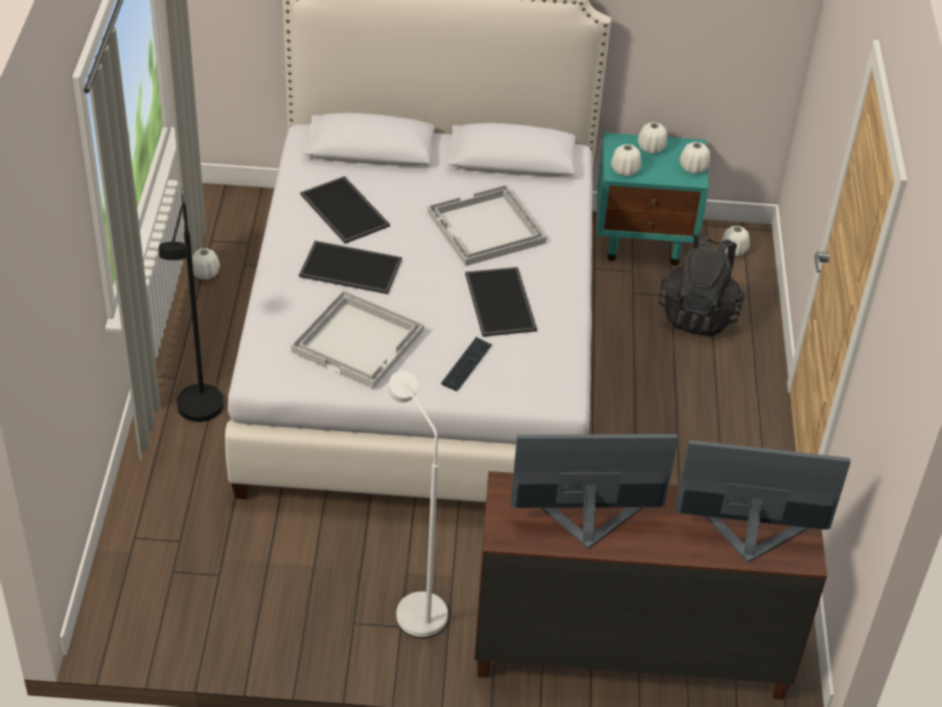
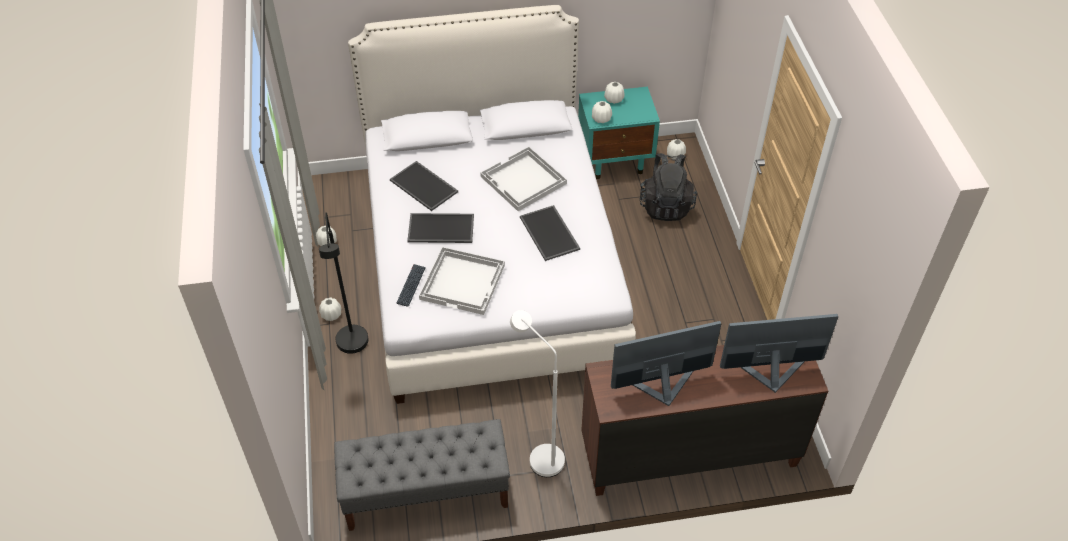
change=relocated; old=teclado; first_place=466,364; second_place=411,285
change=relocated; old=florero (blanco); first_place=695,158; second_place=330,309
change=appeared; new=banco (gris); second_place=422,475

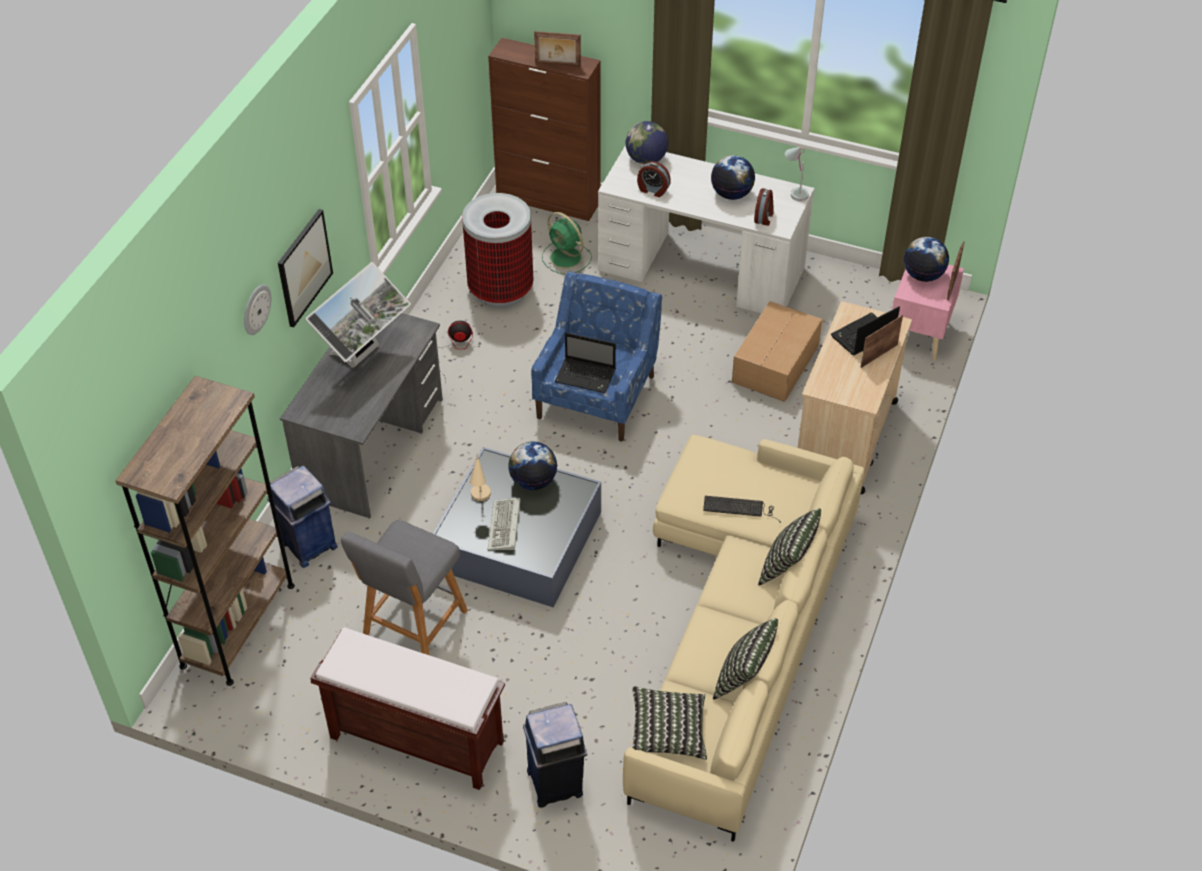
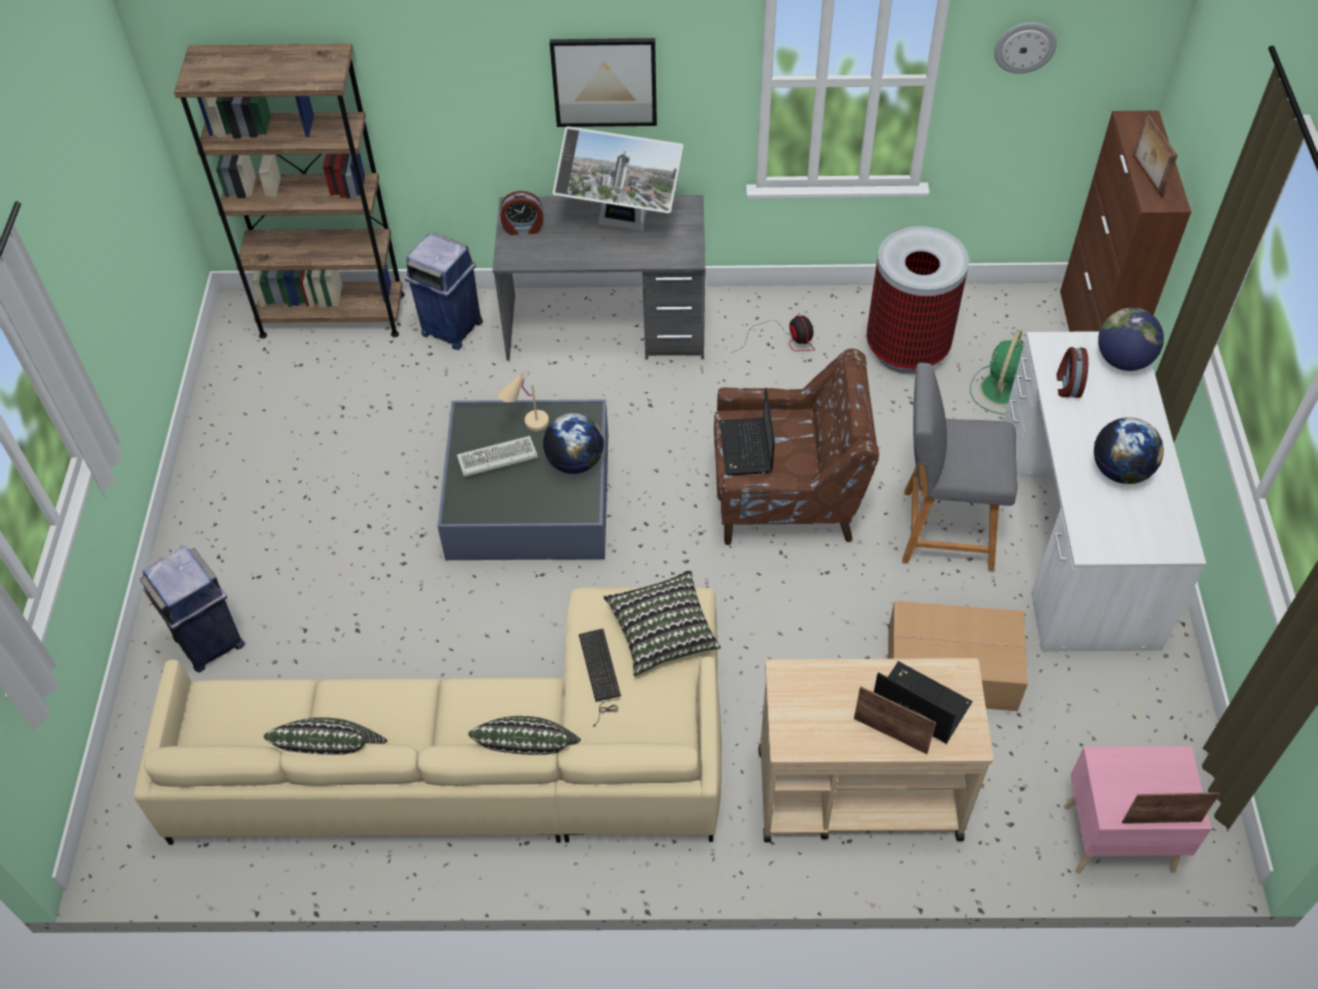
change=relocated; old=reloj de pared; first_place=257,309; second_place=1025,48
change=missing; old=banco (marrón); first_place=407,708
change=relocated; old=taburete (gris); first_place=404,587; second_place=960,467
change=colour; old=sillón (azul); new=sillón (marrón); first_place=596,356; second_place=796,446
change=relocated; old=cojín; first_place=669,723; second_place=662,623
change=relocated; old=despertador; first_place=764,207; second_place=521,213
change=missing; old=lámpara de mesa (blanco); first_place=797,174
change=missing; old=globo terráqueo; first_place=926,259

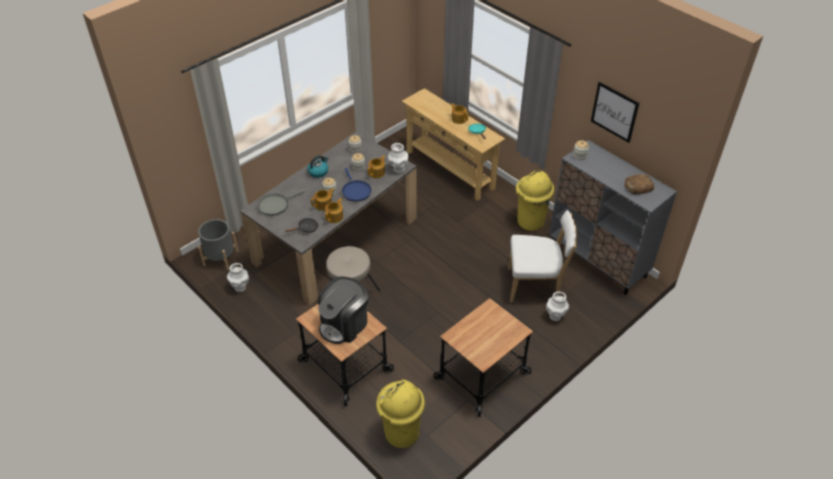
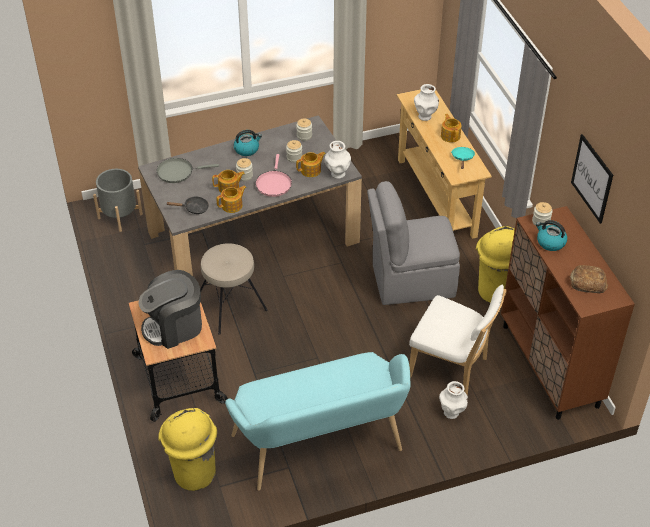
change=relocated; old=florero (blanco); first_place=238,277; second_place=426,102
change=colour; old=sartén (azul); new=sartén (rosa); first_place=356,184; second_place=274,175
change=exchanged; old=carrito; new=banco (turquesa); first_place=483,357; second_place=317,421
change=colour; old=armario (gris); new=armario (marrón); first_place=613,217; second_place=568,313
change=appeared; new=silla (gris); second_place=413,243
change=appeared; new=hervidor; second_place=551,235

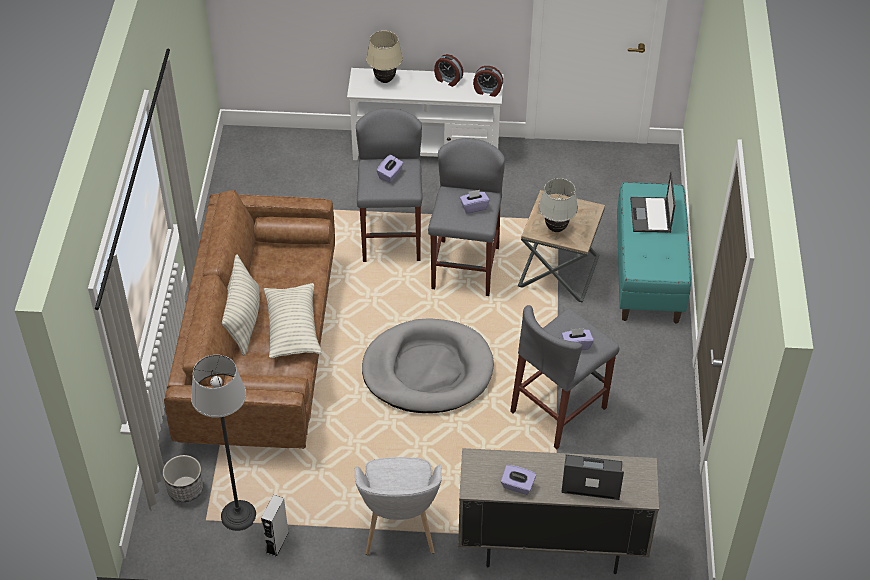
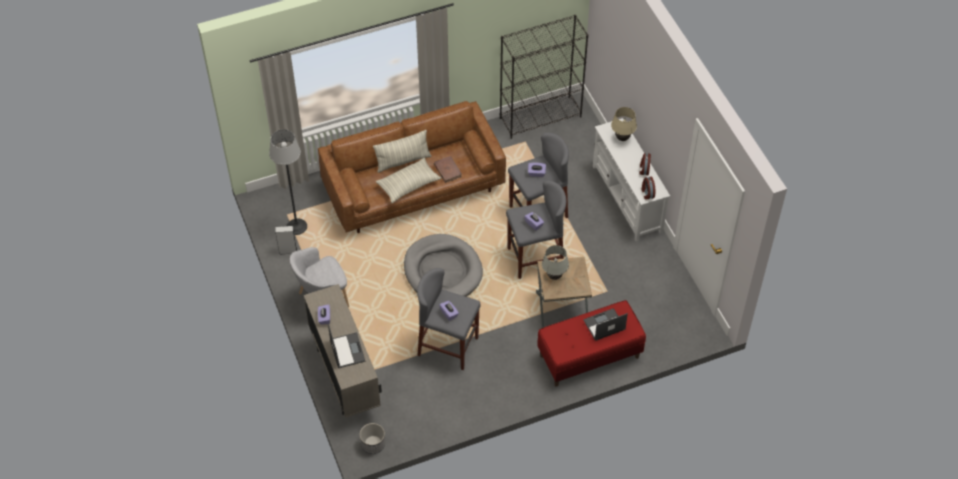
change=relocated; old=maceta; first_place=183,478; second_place=372,438
change=colour; old=banco (turquesa); new=banco (rojo); first_place=654,252; second_place=591,343
change=appeared; new=libro (marrón); second_place=448,169
change=appeared; new=estantería (negro); second_place=544,77

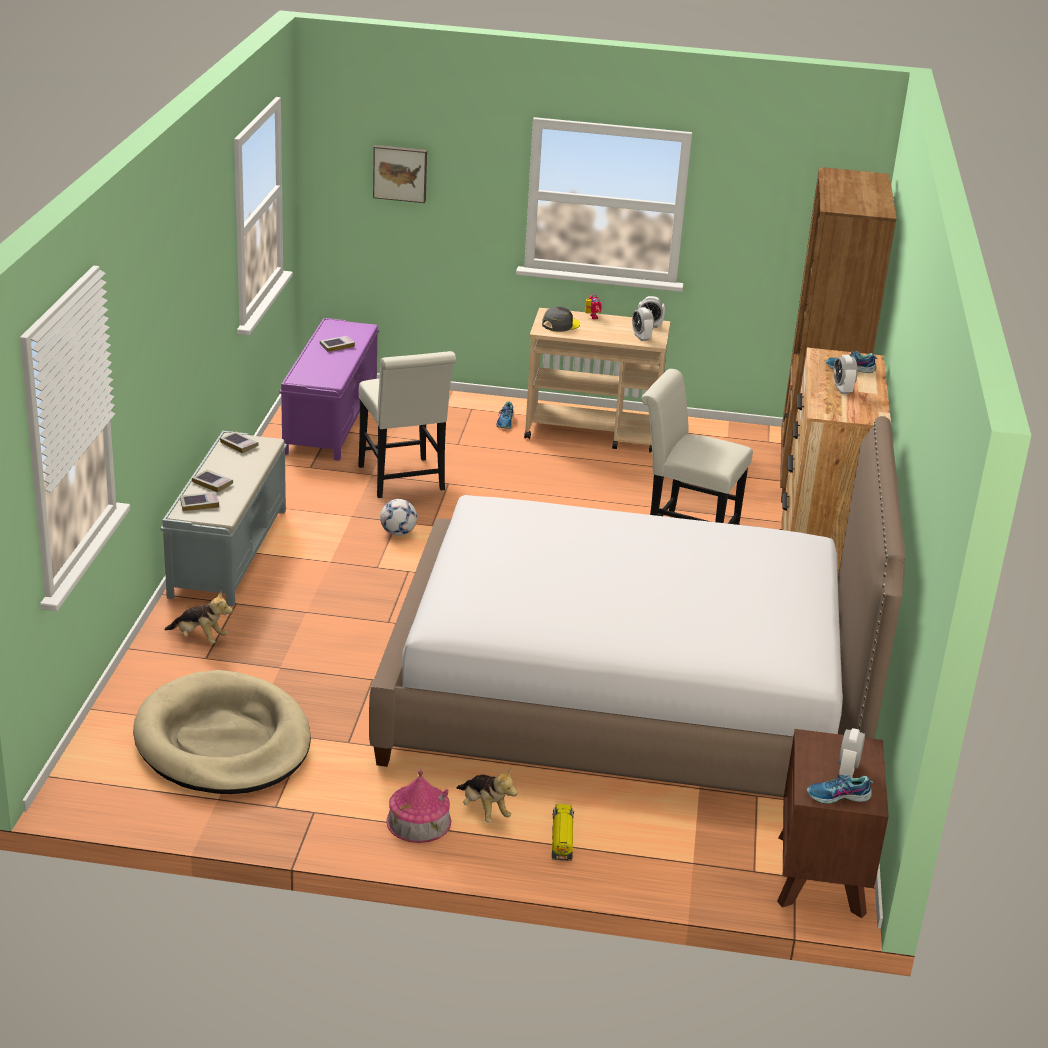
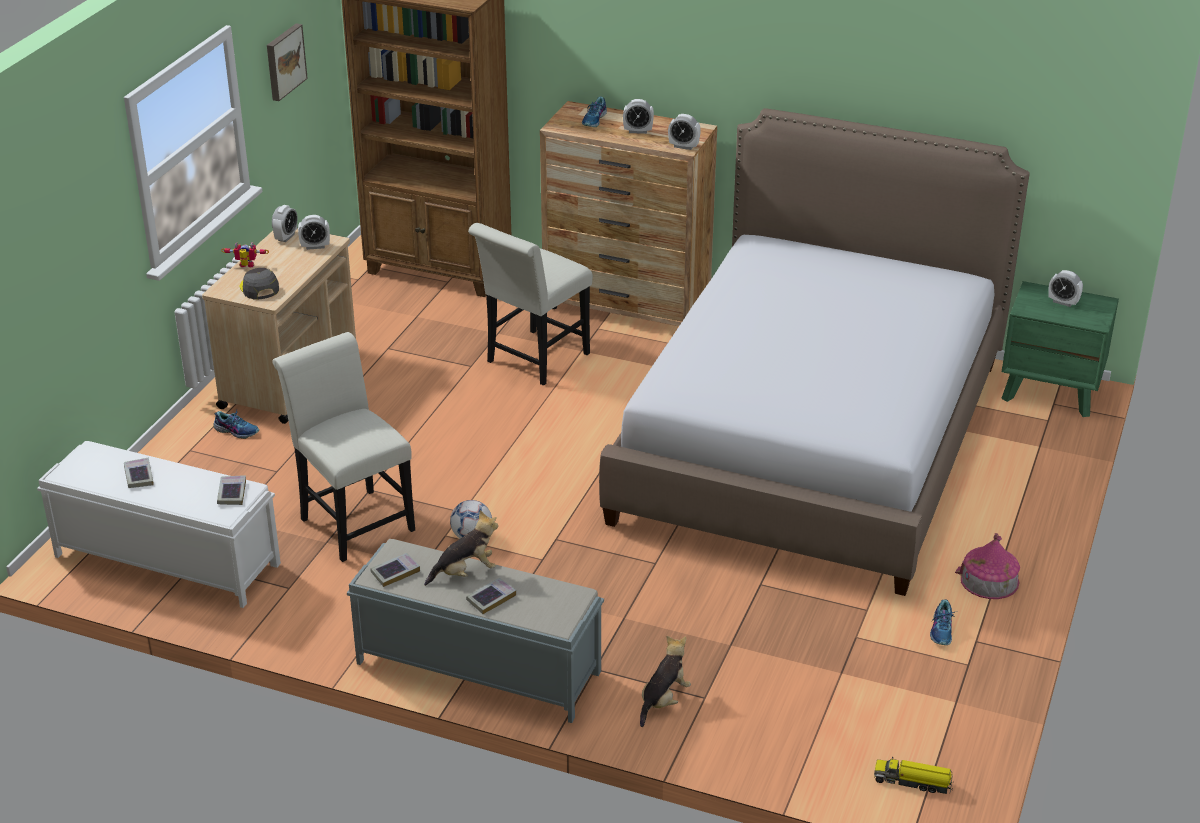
change=missing; old=cama para perro (beis); first_place=222,732
change=relocated; old=libro; first_place=199,501; second_place=231,490
change=colour; old=banco (morado); new=banco (blanco); first_place=329,389; second_place=159,524
change=spun; old=silla (blanco); first_place=407,424; second_place=343,447; degrees=-120
change=relocated; old=cuadro; first_place=400,174; second_place=287,62
change=relocated; old=peluche; first_place=486,795; second_place=461,548
change=relocated; old=camión de juguete; first_place=563,832; second_place=914,776
change=colour; old=mesita de noche (marrón); new=mesita de noche (verde); first_place=833,823; second_place=1060,349
change=relocated; old=zapato; first_place=840,789; second_place=942,622
change=appeared; new=despertador; second_place=684,132

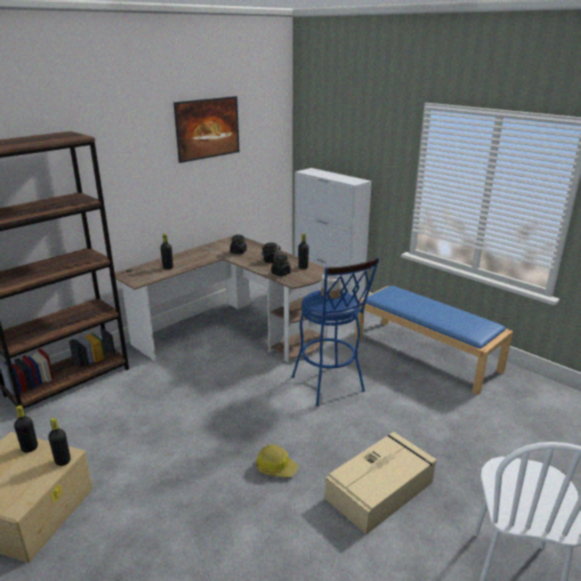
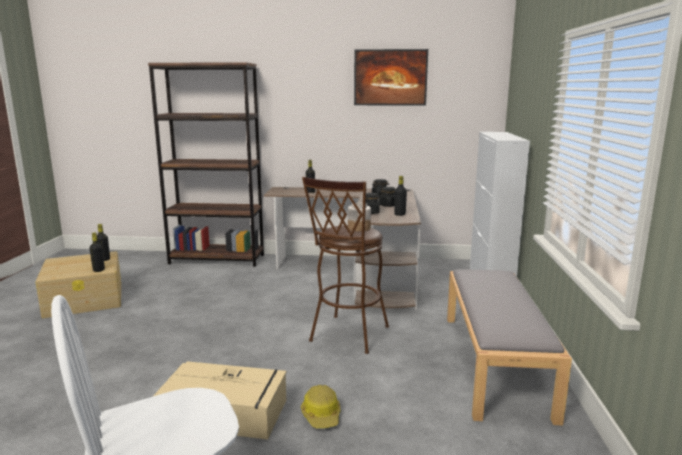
change=relocated; old=casco; first_place=277,461; second_place=320,406
change=colour; old=taburete (azul); new=taburete (marrón); first_place=335,331; second_place=345,265
change=colour; old=banco (azul); new=banco (gris); first_place=434,340; second_place=509,347

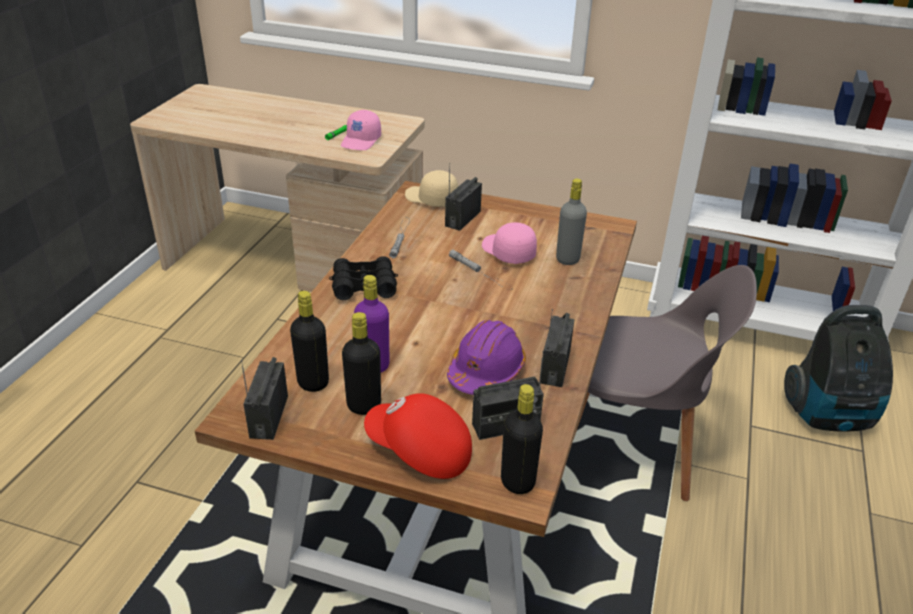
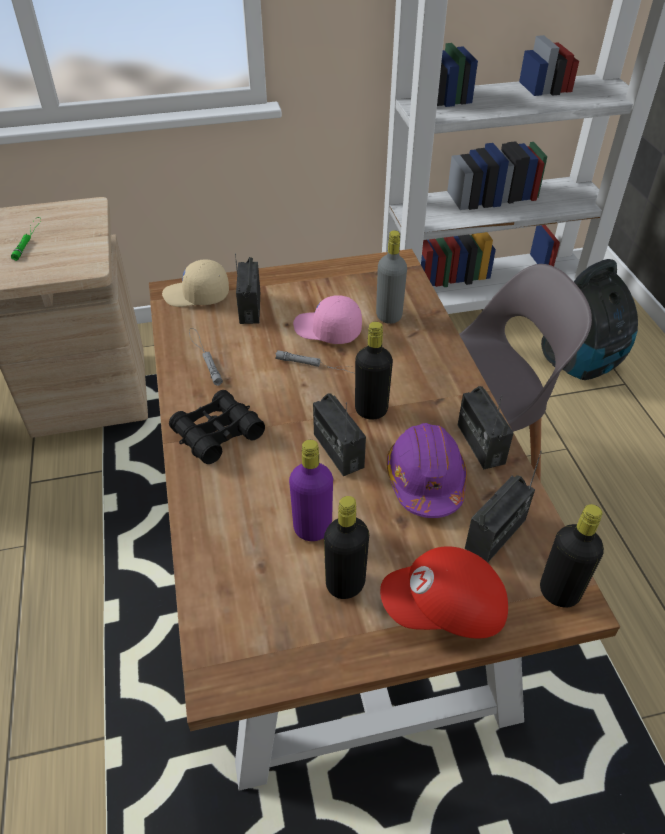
change=relocated; old=radio; first_place=264,398; second_place=339,434
change=relocated; old=botella (negro); first_place=309,341; second_place=374,371
change=missing; old=gorra (rosa); first_place=361,130

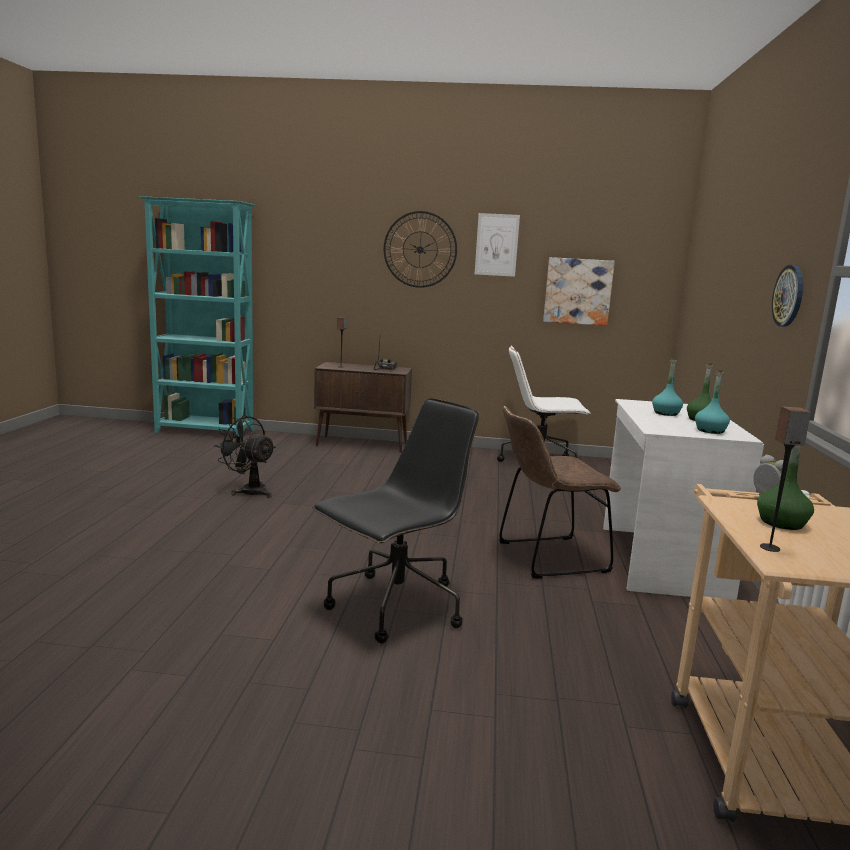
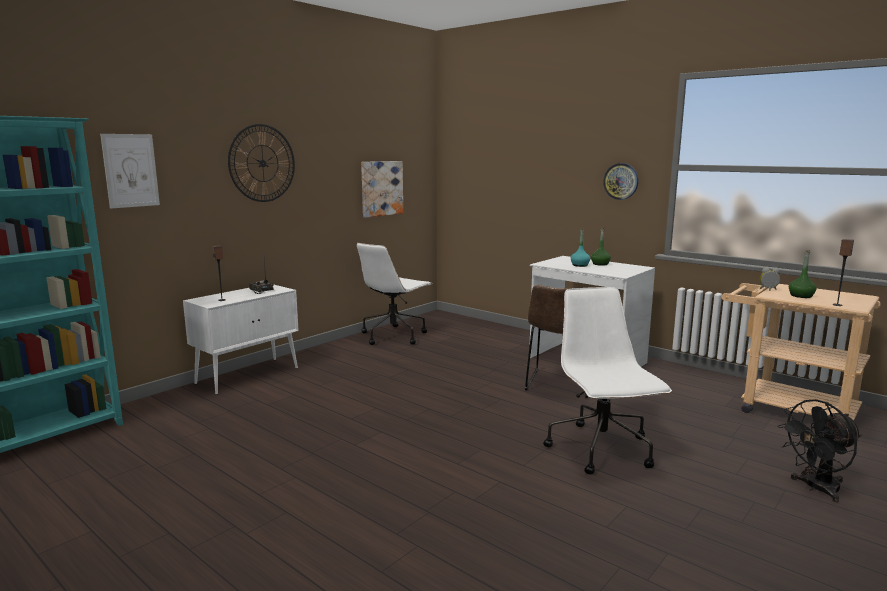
change=relocated; old=ventilador (negro); first_place=245,456; second_place=819,450
change=colour; old=silla de oficina (negro); new=silla de oficina (blanco); first_place=395,521; second_place=607,381
change=colour; old=armario (marrón); new=armario (blanco); first_place=363,407; second_place=241,339
change=relocated; old=cuadro; first_place=497,245; second_place=130,171
change=missing; old=botella (turquesa); first_place=712,402

